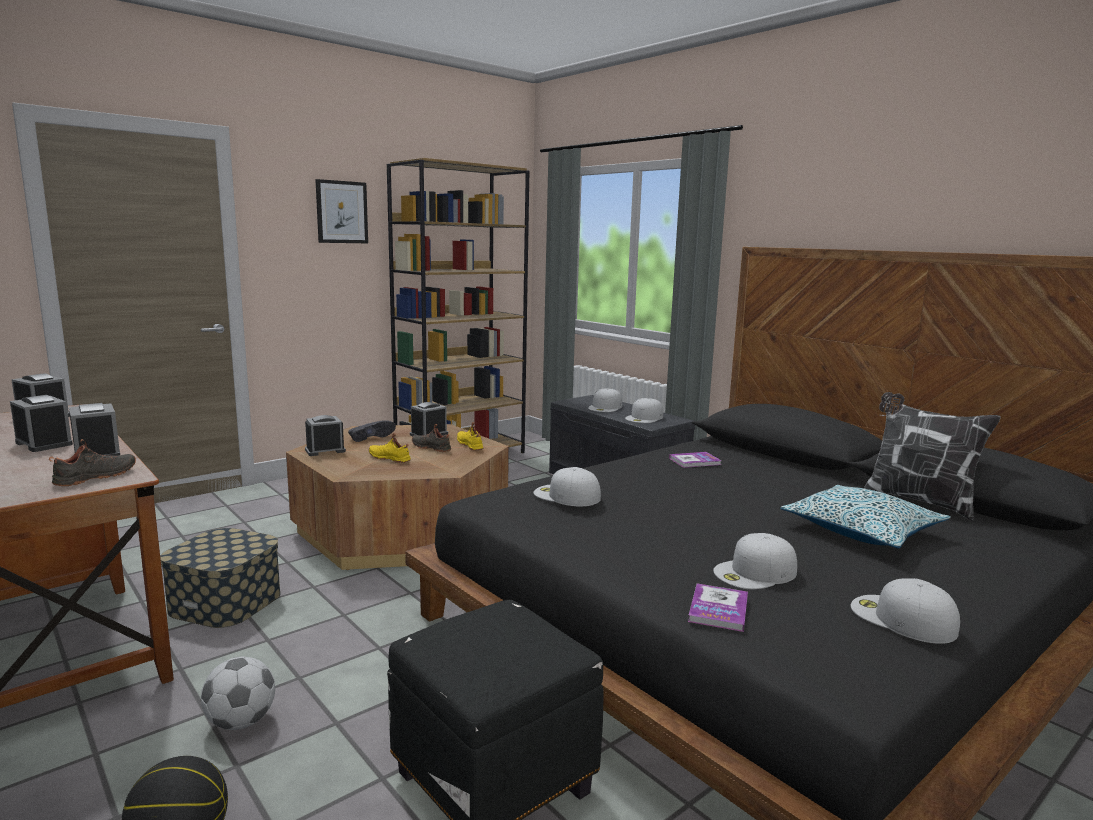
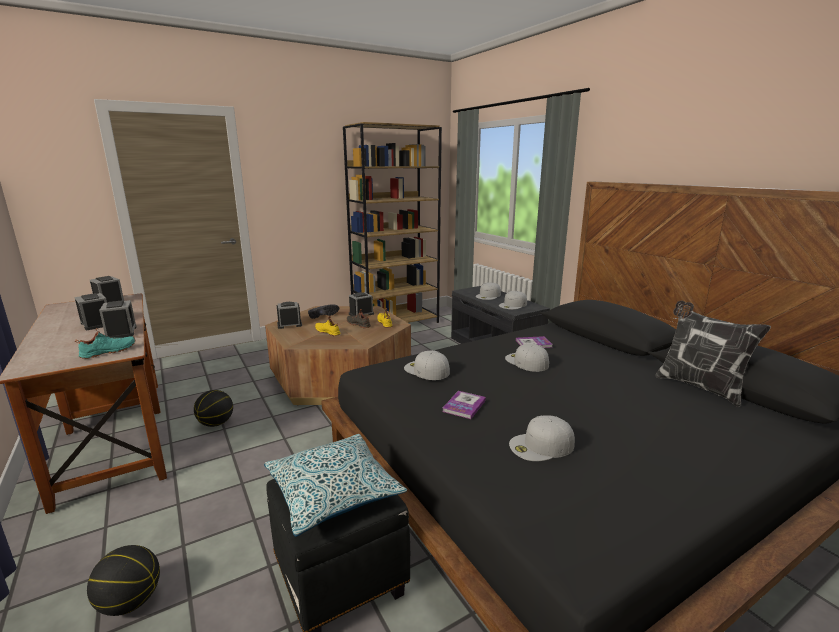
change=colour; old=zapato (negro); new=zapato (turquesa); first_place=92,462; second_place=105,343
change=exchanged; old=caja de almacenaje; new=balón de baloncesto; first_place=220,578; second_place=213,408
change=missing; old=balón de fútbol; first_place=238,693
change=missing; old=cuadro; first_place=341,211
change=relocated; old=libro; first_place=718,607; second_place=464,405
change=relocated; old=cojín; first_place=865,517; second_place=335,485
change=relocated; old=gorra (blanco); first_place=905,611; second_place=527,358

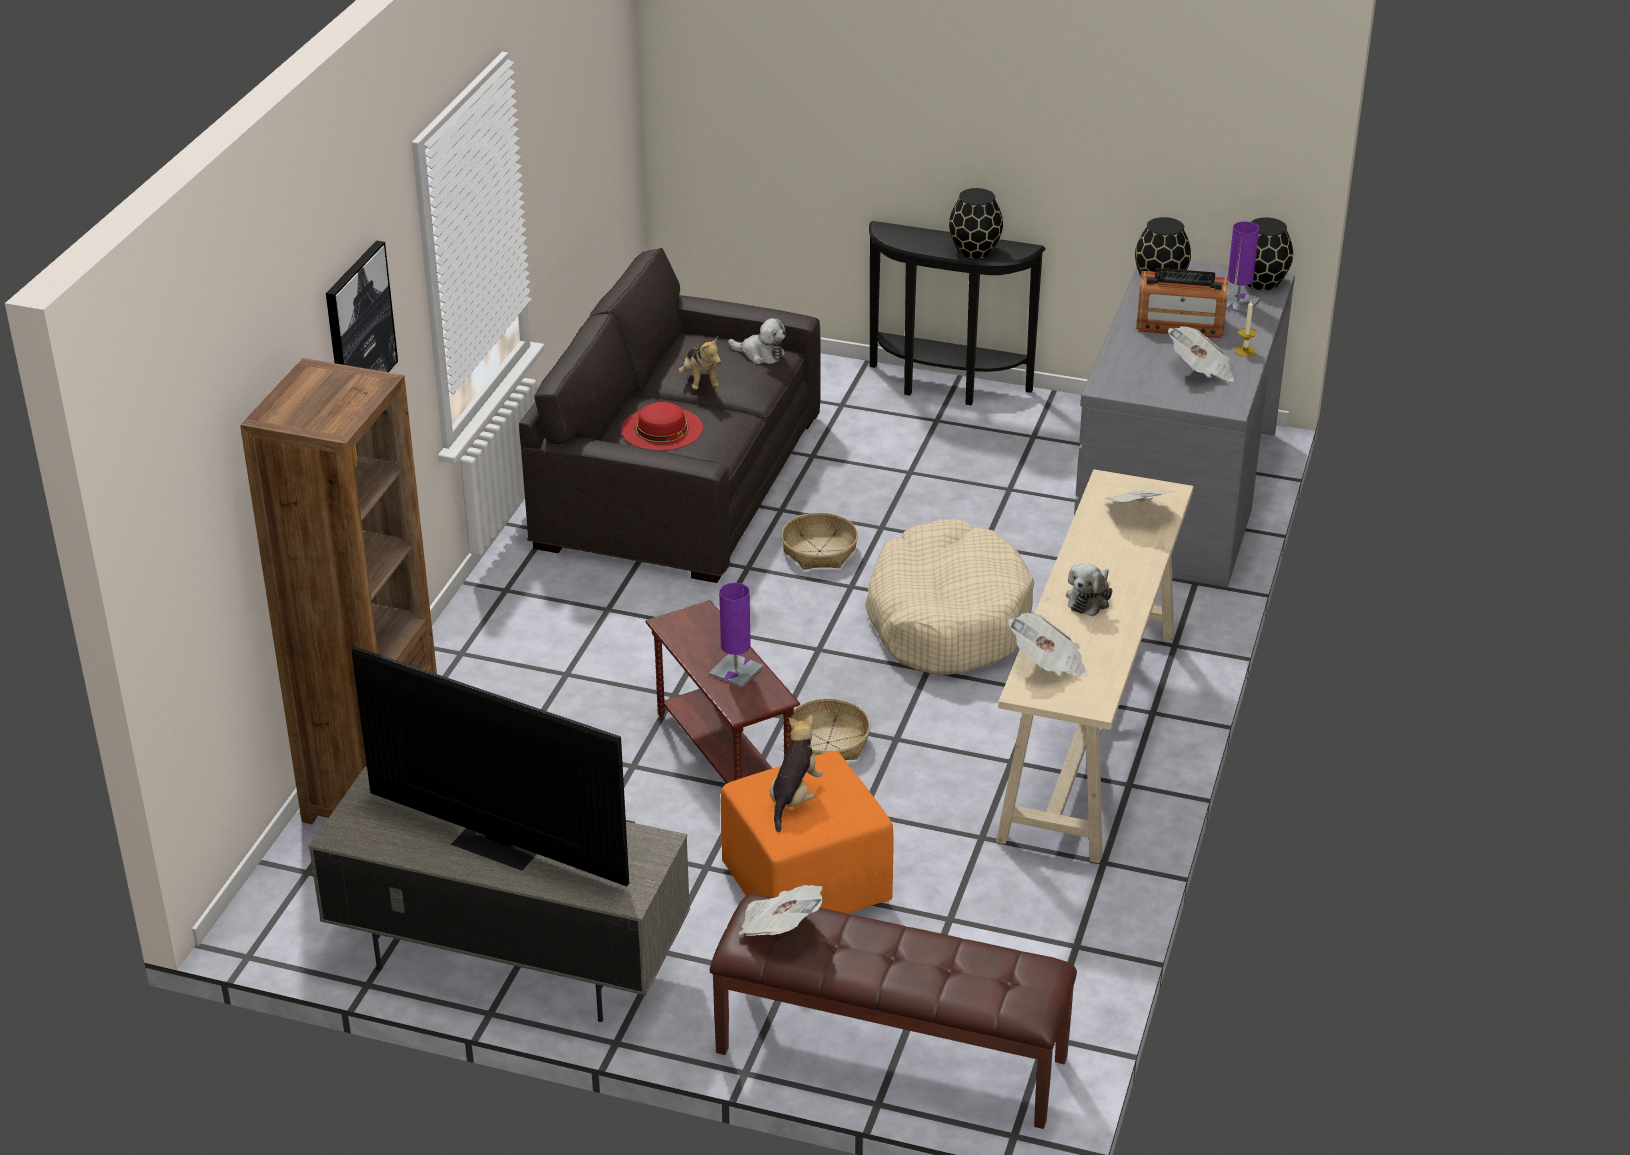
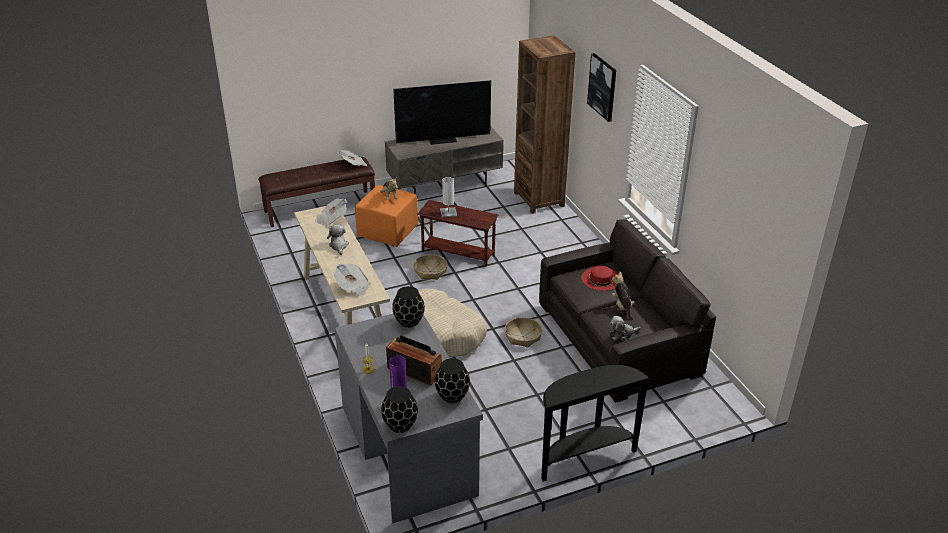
change=spun; old=peluche; first_place=699,363; second_place=623,295; degrees=45
change=colour; old=lámpara de mesa (morado); new=lámpara de mesa (blanco); first_place=736,635; second_place=448,197
change=relocated; old=florero (negro); first_place=976,223; second_place=408,307
change=spun; old=radio; first_place=1182,303; second_place=414,360; degrees=60
change=missing; old=periódico; first_place=1201,354

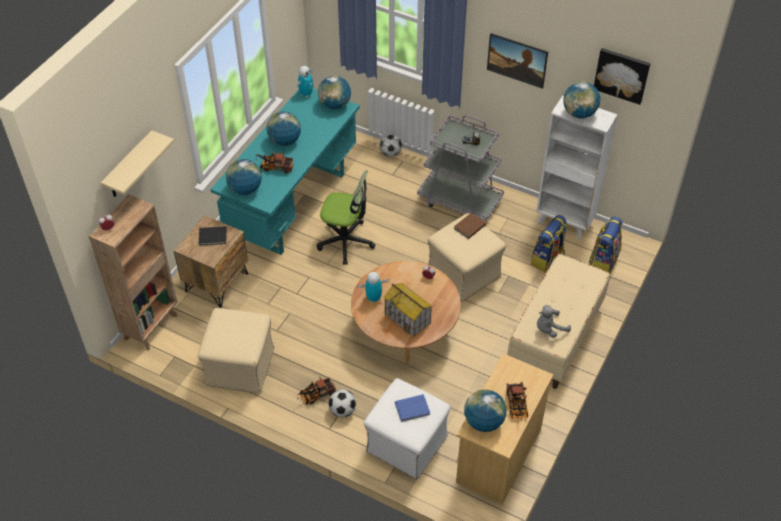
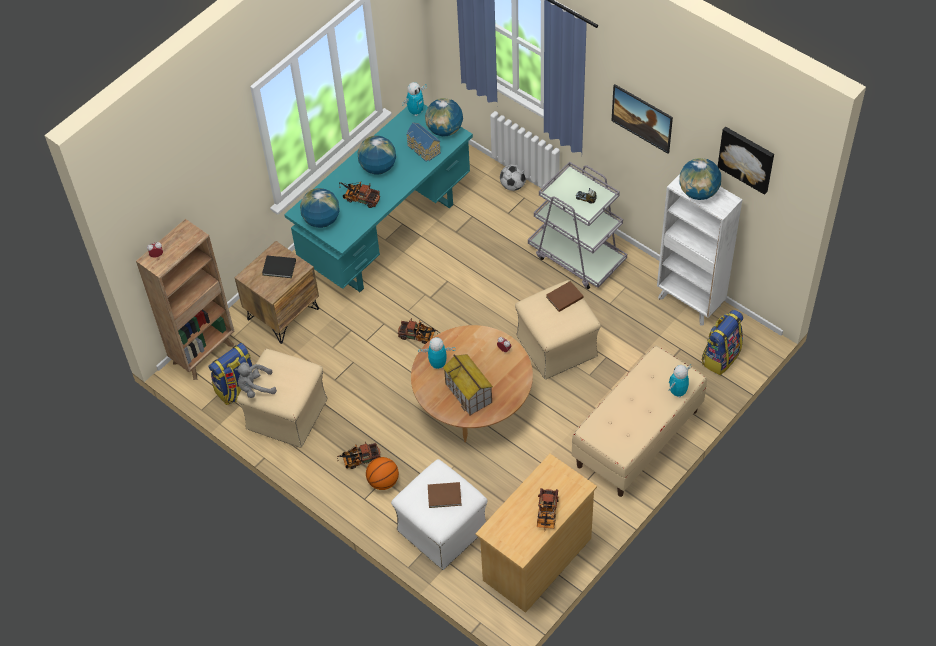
change=missing; old=estante (beis); first_place=137,163
change=missing; old=silla de oficina; first_place=346,217
change=exchanged; old=balón de fútbol; new=balón de baloncesto; first_place=342,403; second_place=382,473
change=colour; old=libro (azul); new=libro (marrón); first_place=412,408; second_place=445,495
change=missing; old=globo terráqueo; first_place=485,410
change=relocated; old=mochila; first_place=549,244; second_place=230,374
change=relocated; old=peluche (gris); first_place=554,321; second_place=256,380
change=appeared; new=camión de juguete; second_place=418,331
change=appeared; new=casita; second_place=423,142
change=appeared; new=robot de juguete; second_place=679,381

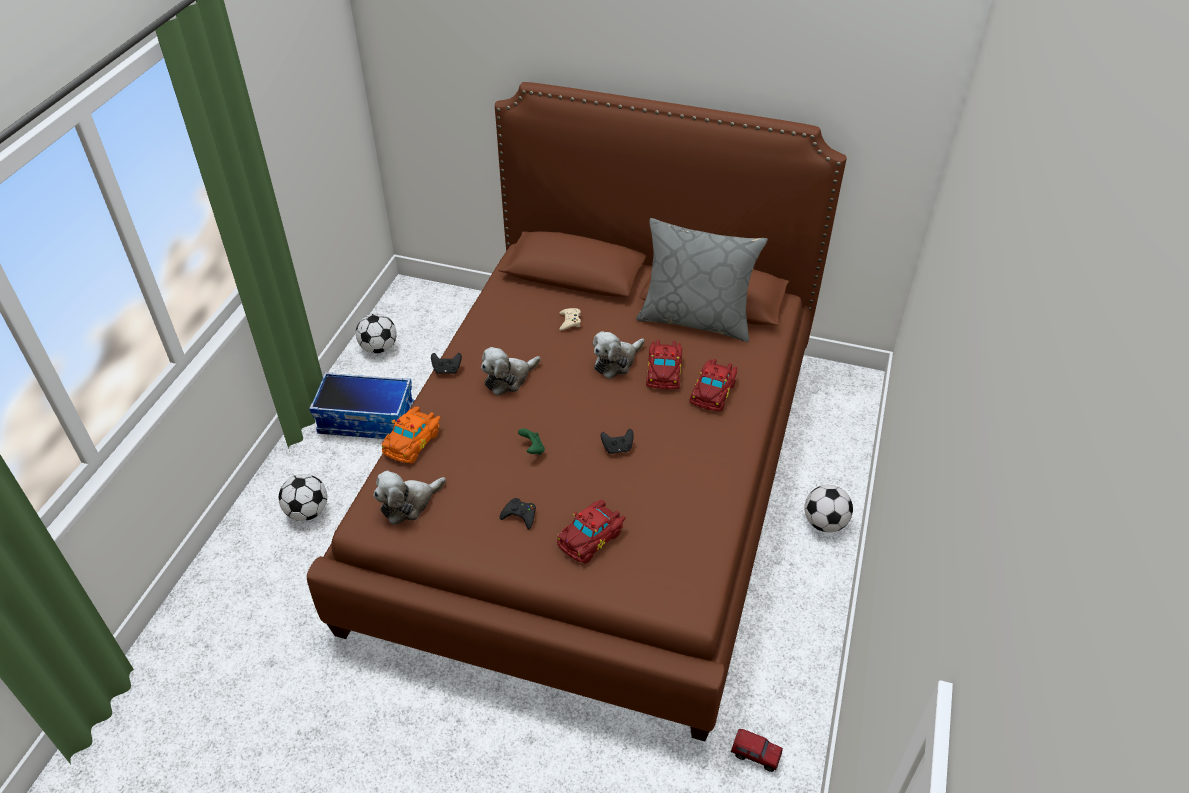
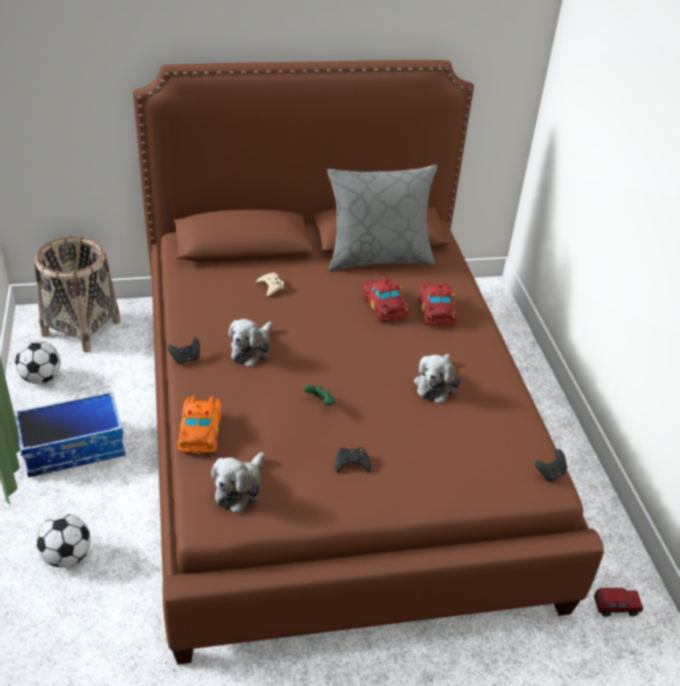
change=missing; old=coche de juguete (rojo); first_place=591,531
change=relocated; old=peluche; first_place=618,355; second_place=437,379
change=relocated; old=mando de consola (negro); first_place=617,441; second_place=551,465
change=missing; old=balón de fútbol; first_place=828,508
change=appeared; new=cesta; second_place=78,294

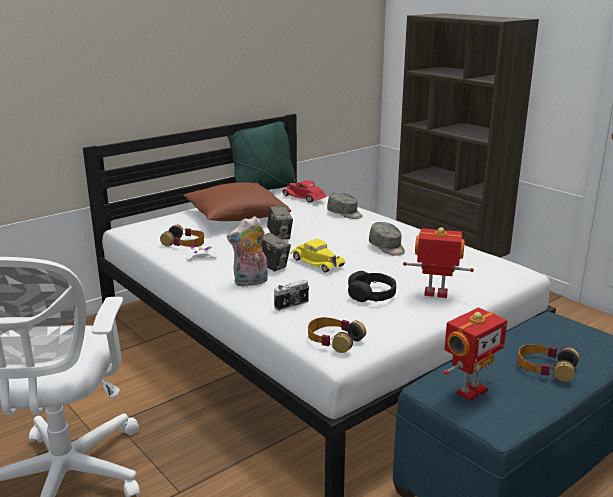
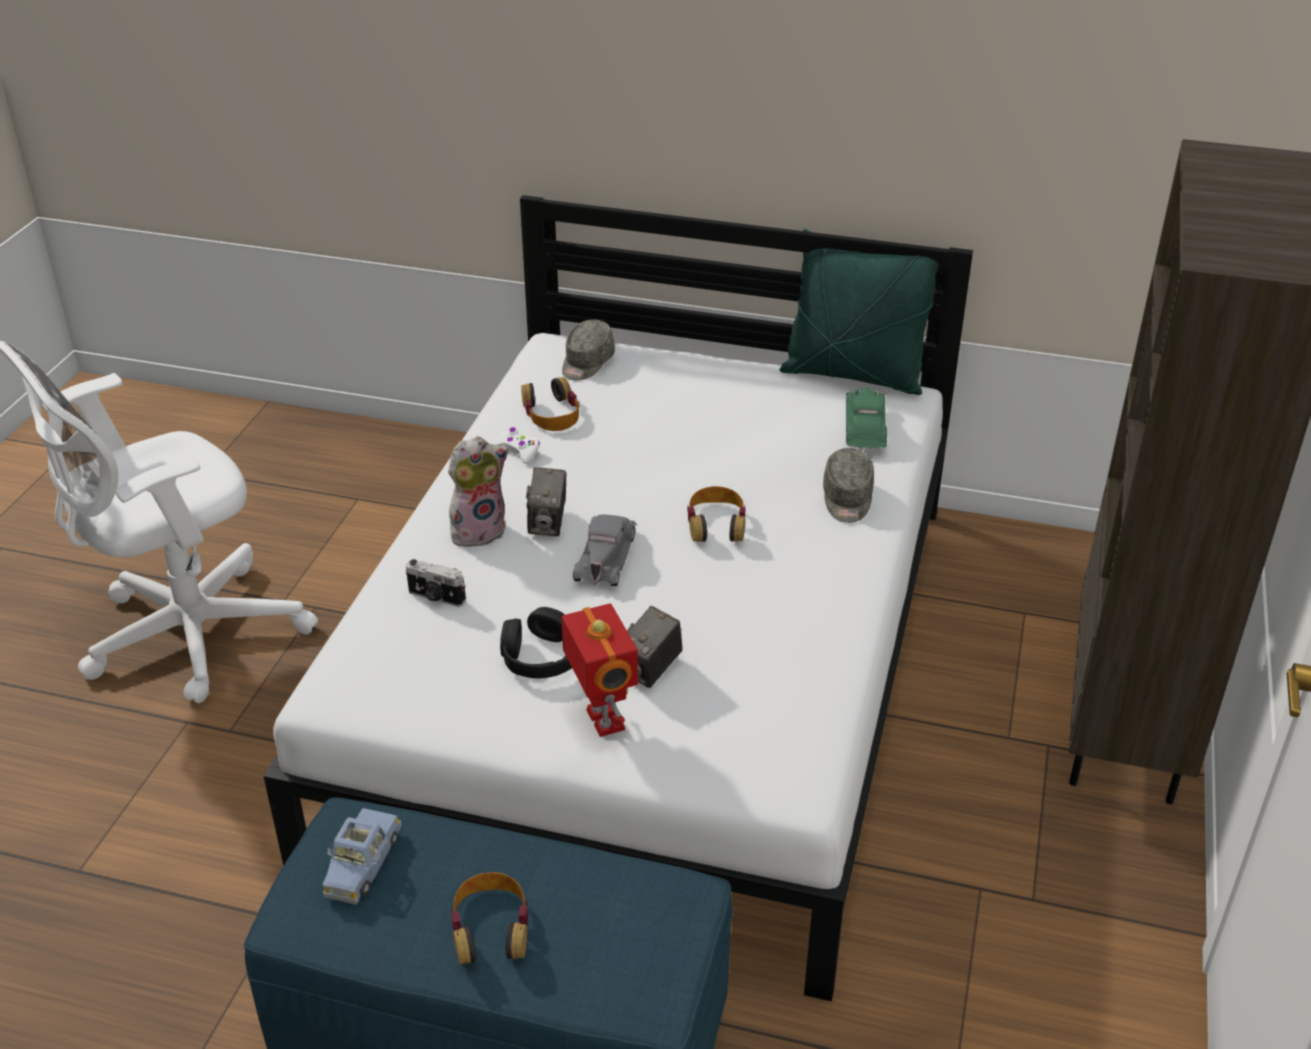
change=missing; old=cojín (marrón); first_place=237,201
change=spun; old=peluche; first_place=247,251; second_place=478,492; degrees=120
change=relocated; old=cámara; first_place=280,223; second_place=654,647
change=colour; old=coche de juguete (rojo); new=coche de juguete (verde); first_place=304,191; second_place=866,417
change=colour; old=coche de juguete (amarillo); new=coche de juguete (gris); first_place=318,255; second_place=605,550
change=relocated; old=auriculares; first_place=337,335; second_place=716,514
change=relocated; old=gorra (gris); first_place=387,239; second_place=588,350
change=exchanged; old=robot de juguete; new=coche de juguete (azul); first_place=475,354; second_place=362,856

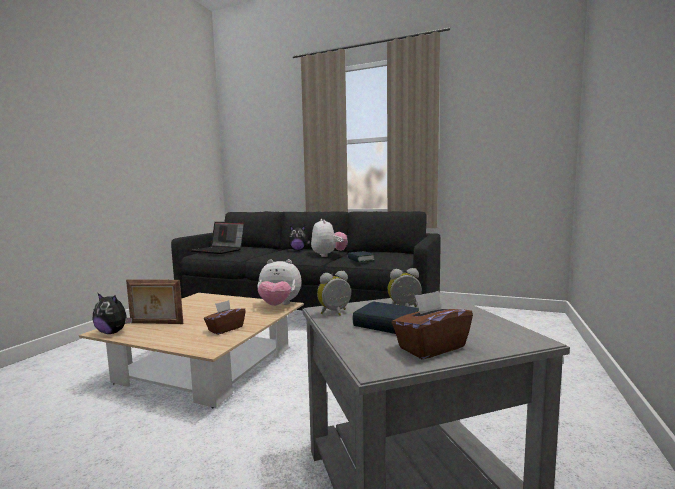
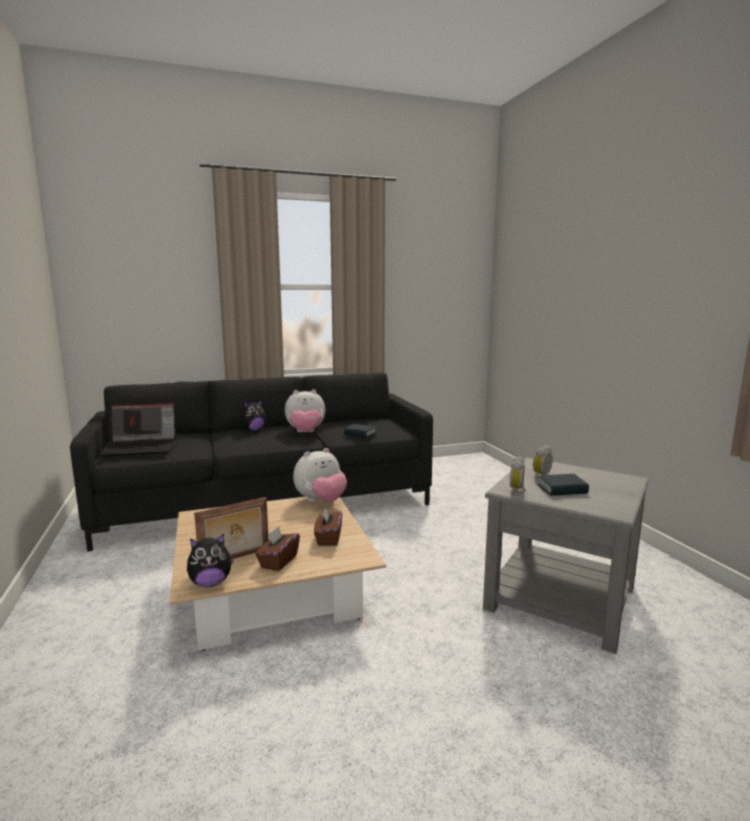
change=spun; old=peluche; first_place=329,238; second_place=305,410; degrees=135
change=relocated; old=caja de pañuelos (marrón); first_place=432,325; second_place=277,548

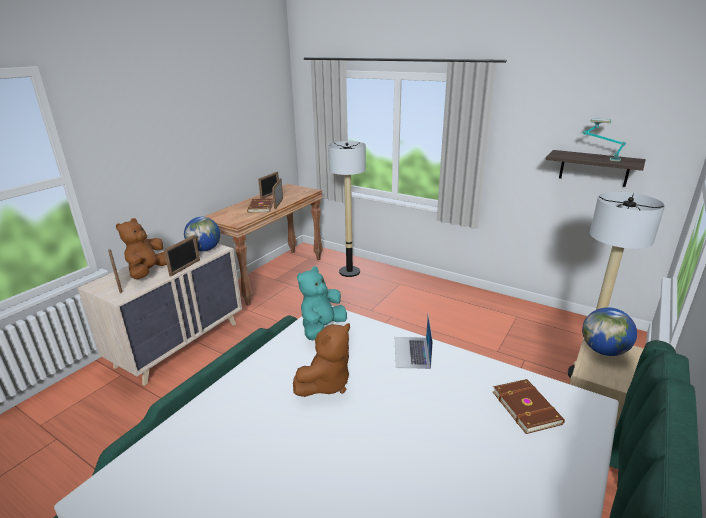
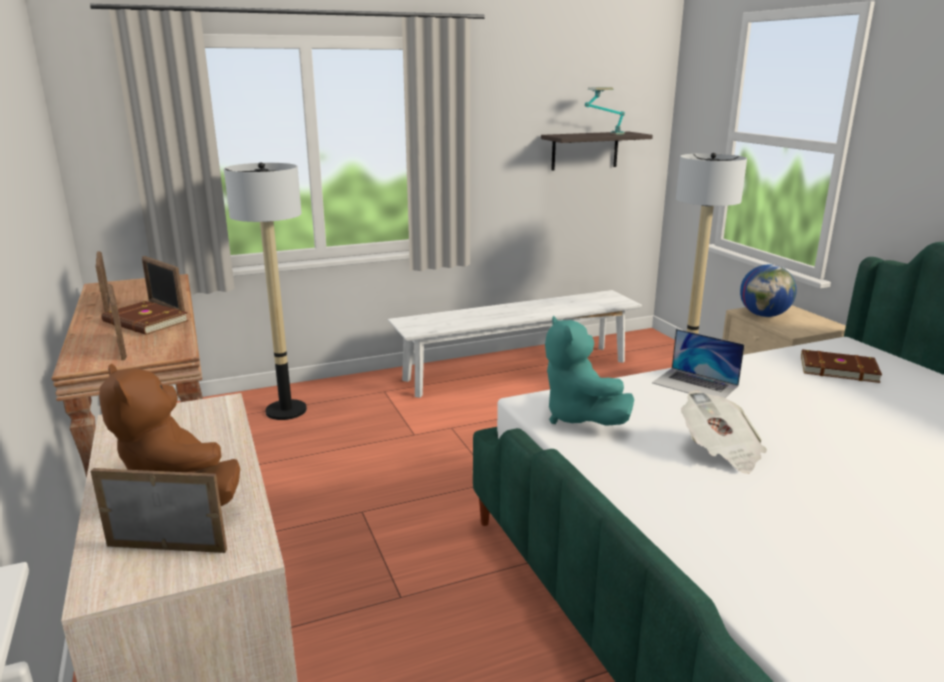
change=relocated; old=portarretratos; first_place=182,256; second_place=117,322
change=missing; old=globo terráqueo; first_place=202,234
change=exchanged; old=peluche (marrón); new=periódico; first_place=321,360; second_place=724,432
change=appeared; new=banco (blanco); second_place=515,344

